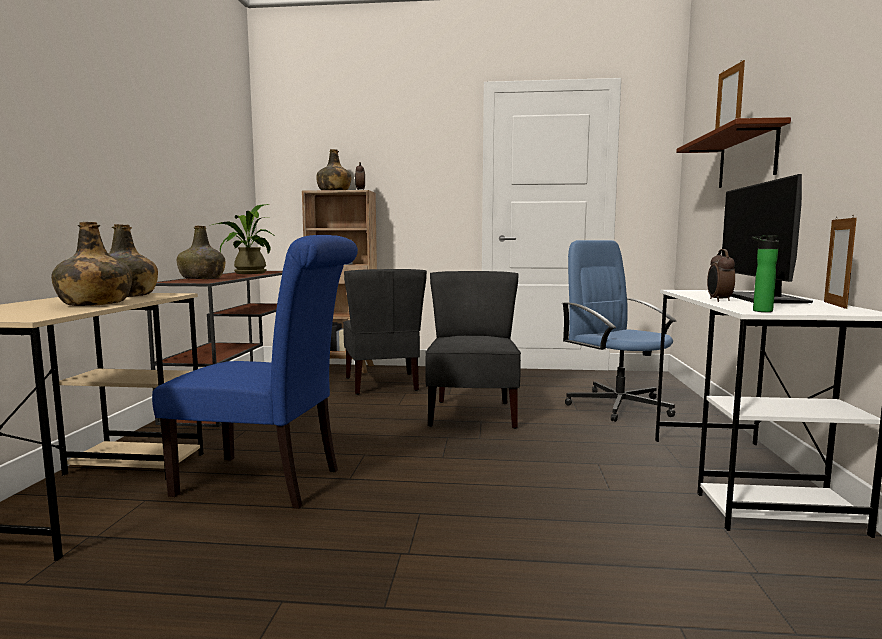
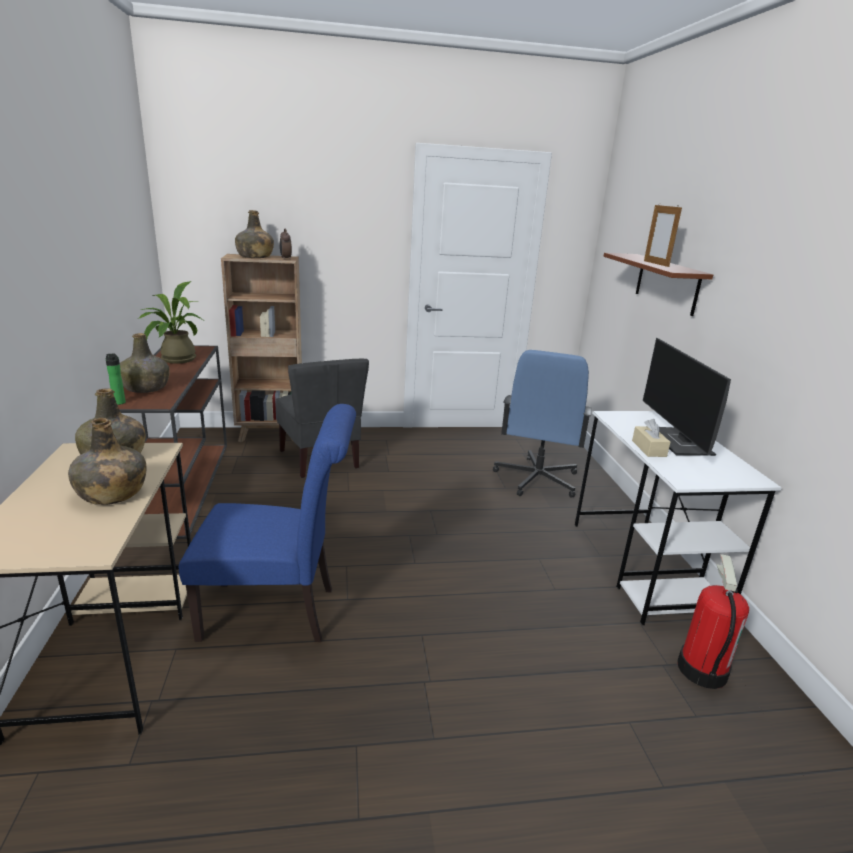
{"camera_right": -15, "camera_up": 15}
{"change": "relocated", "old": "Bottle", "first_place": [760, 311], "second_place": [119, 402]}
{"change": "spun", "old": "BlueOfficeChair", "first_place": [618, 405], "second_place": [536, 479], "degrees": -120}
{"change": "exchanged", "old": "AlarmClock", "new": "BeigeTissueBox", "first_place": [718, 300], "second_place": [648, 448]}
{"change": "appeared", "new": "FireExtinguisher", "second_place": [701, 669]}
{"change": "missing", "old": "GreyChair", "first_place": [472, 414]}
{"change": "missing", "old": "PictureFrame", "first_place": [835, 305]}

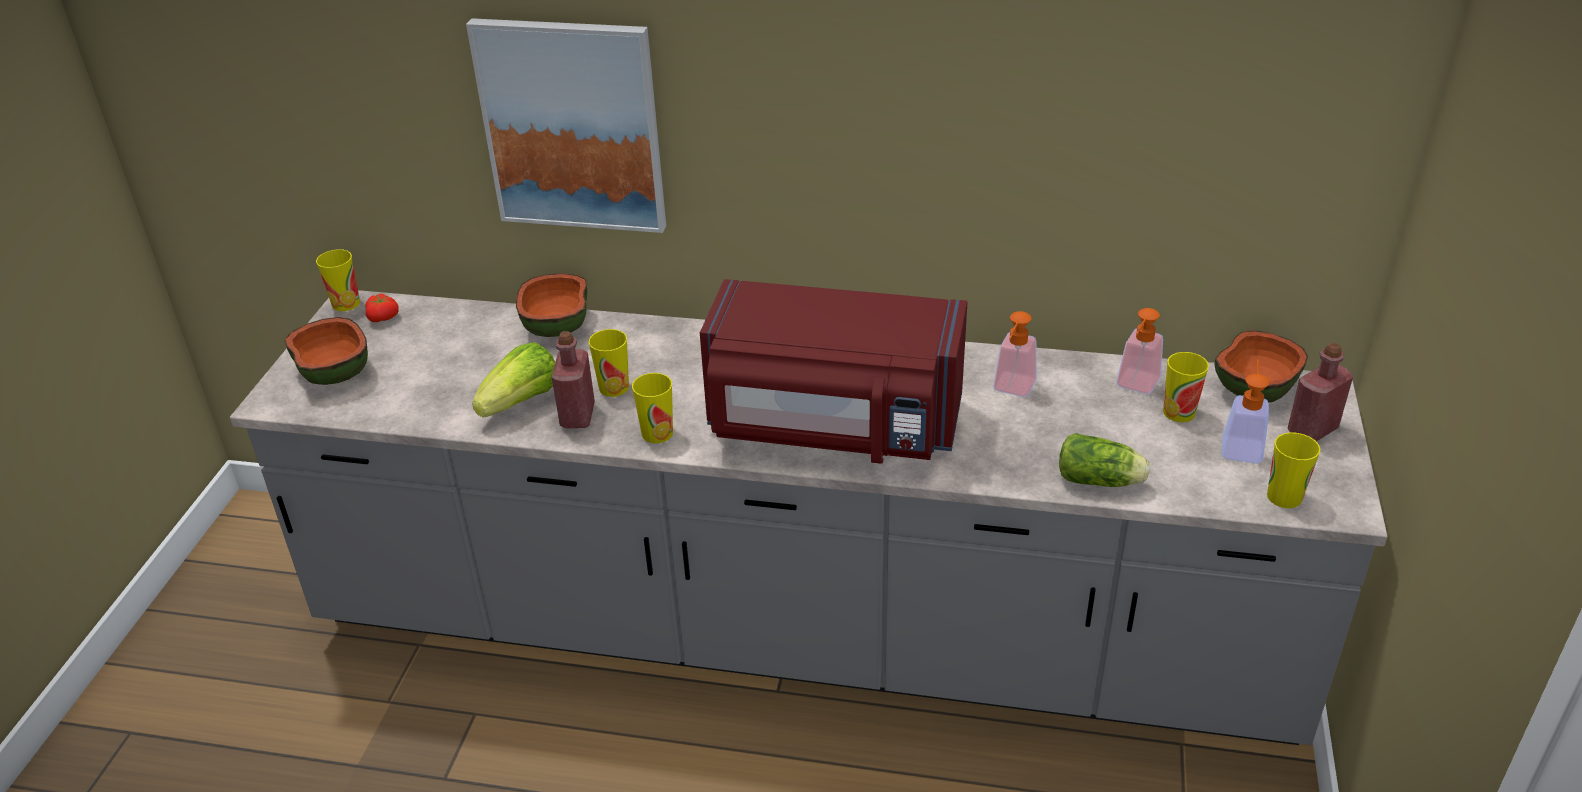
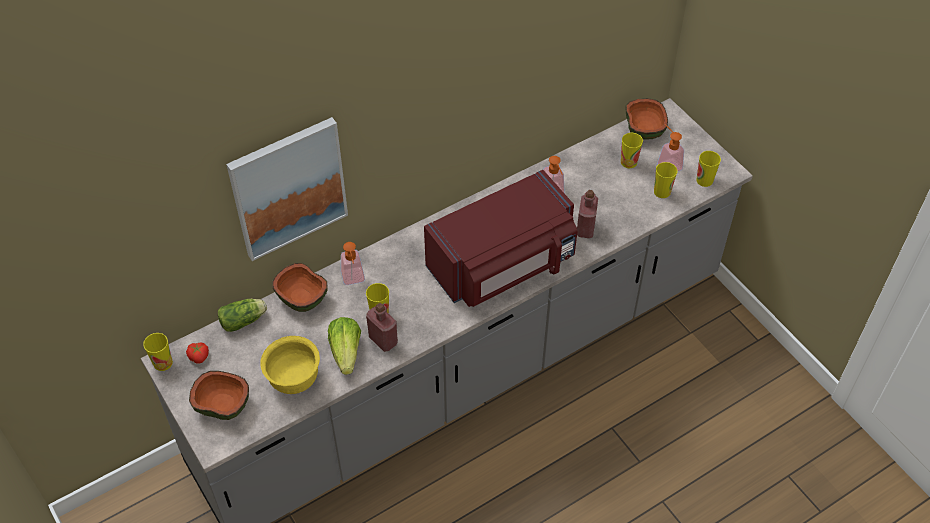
{"camera_right": -45, "camera_up": 15}
{"change": "relocated", "old": "Lettuce", "first_place": [1101, 481], "second_place": [245, 320]}
{"change": "appeared", "new": "YellowBowl", "second_place": [294, 379]}
{"change": "relocated", "old": "SoapDispenser", "first_place": [1135, 386], "second_place": [354, 280]}
{"change": "relocated", "old": "RedBottle", "first_place": [1312, 430], "second_place": [585, 228]}
{"change": "relocated", "old": "Cup", "first_place": [657, 433], "second_place": [662, 192]}

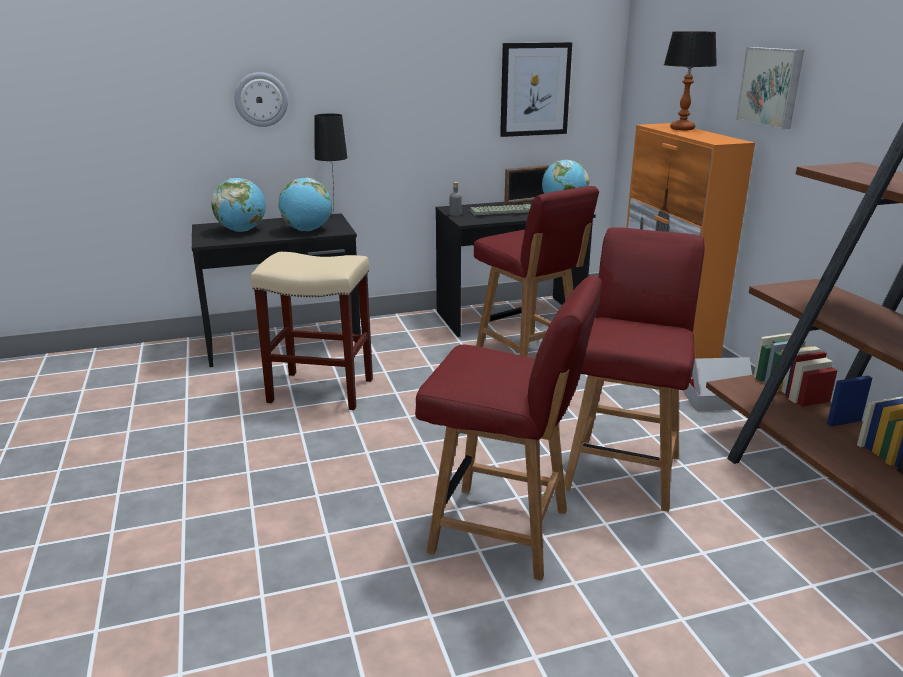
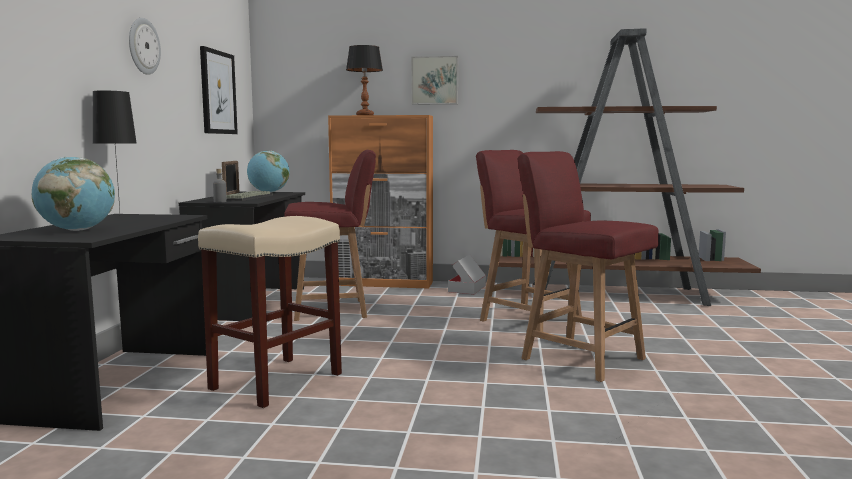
{"camera_right": -65, "camera_up": -15}
{"change": "relocated", "old": "WallClock", "first_place": [261, 99], "second_place": [143, 46]}
{"change": "spun", "old": "RedChair", "first_place": [503, 532], "second_place": [580, 358], "degrees": -90}
{"change": "missing", "old": "Globe", "first_place": [307, 230]}

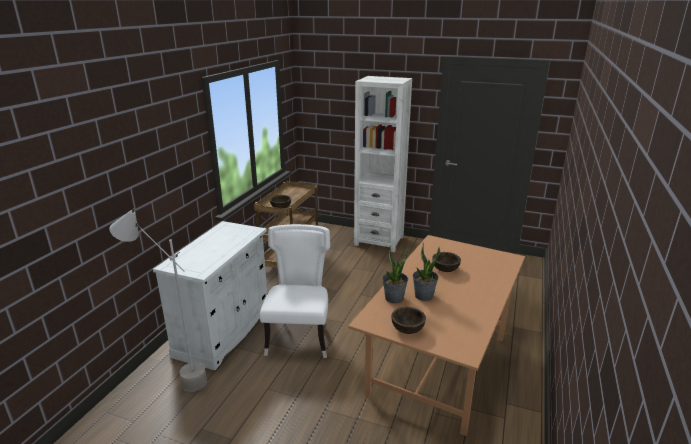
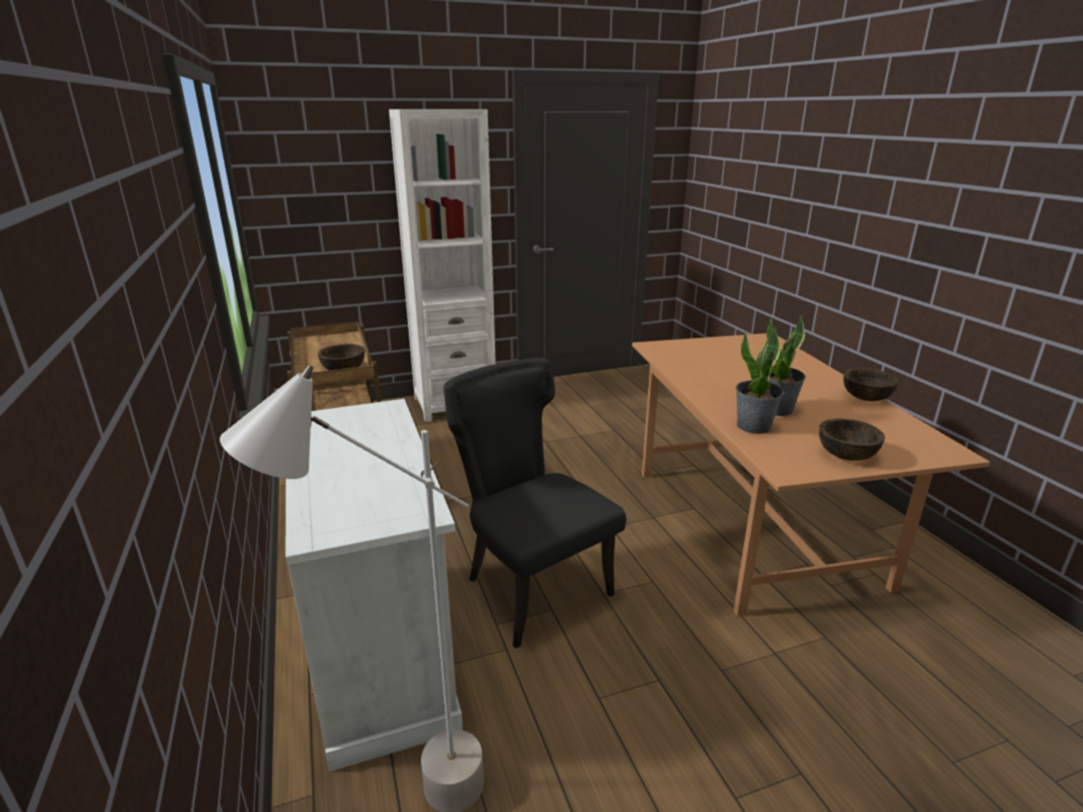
{"camera_right": -40, "camera_up": 0}
{"change": "colour", "old": "WhiteChair", "new": "BlackChair", "first_place": [300, 337], "second_place": [532, 587]}
{"change": "relocated", "old": "BrownBowl", "first_place": [445, 269], "second_place": [865, 398]}

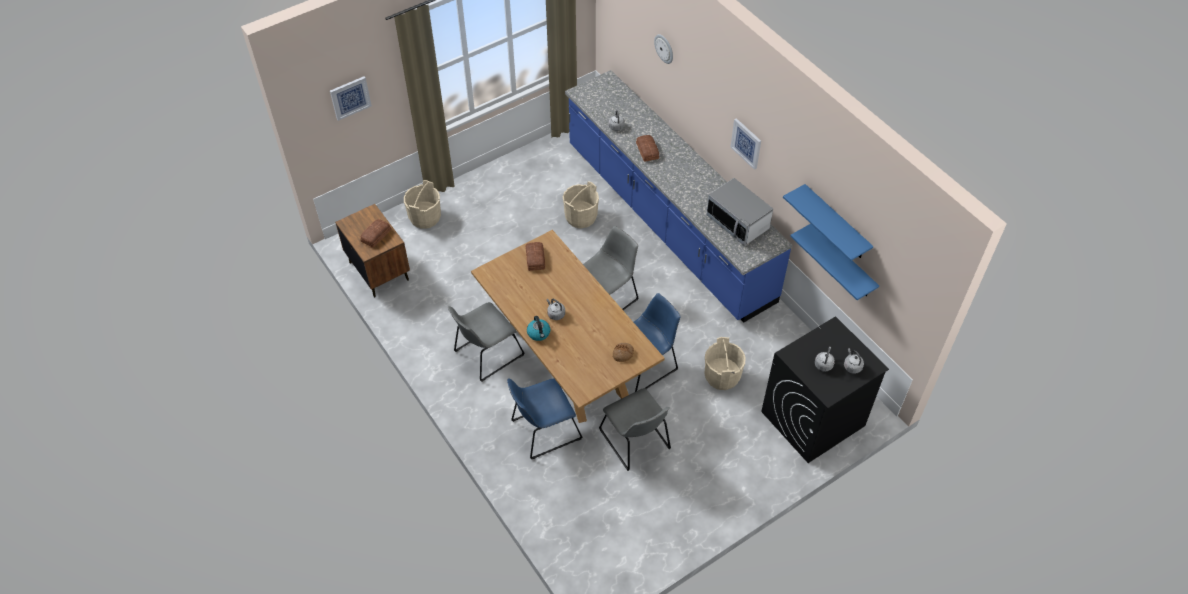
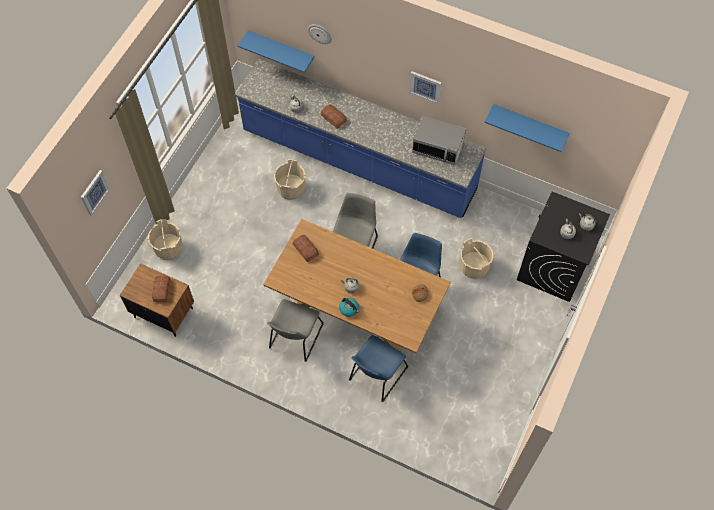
{"camera_right": -30, "camera_up": 10}
{"change": "relocated", "old": "BlueShelf", "first_place": [842, 262], "second_place": [281, 49]}
{"change": "missing", "old": "GreyChair", "first_place": [636, 441]}

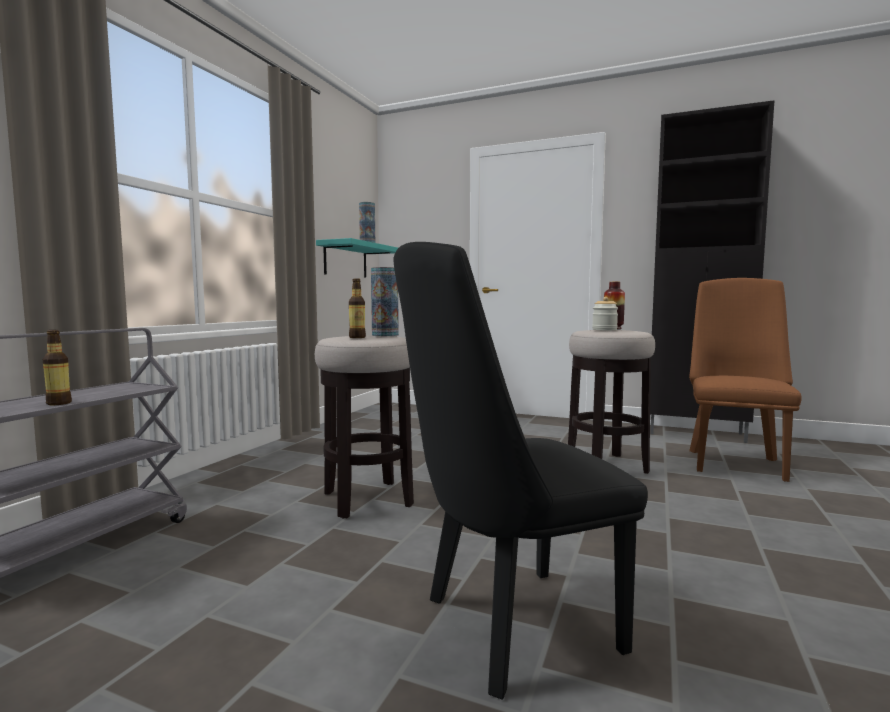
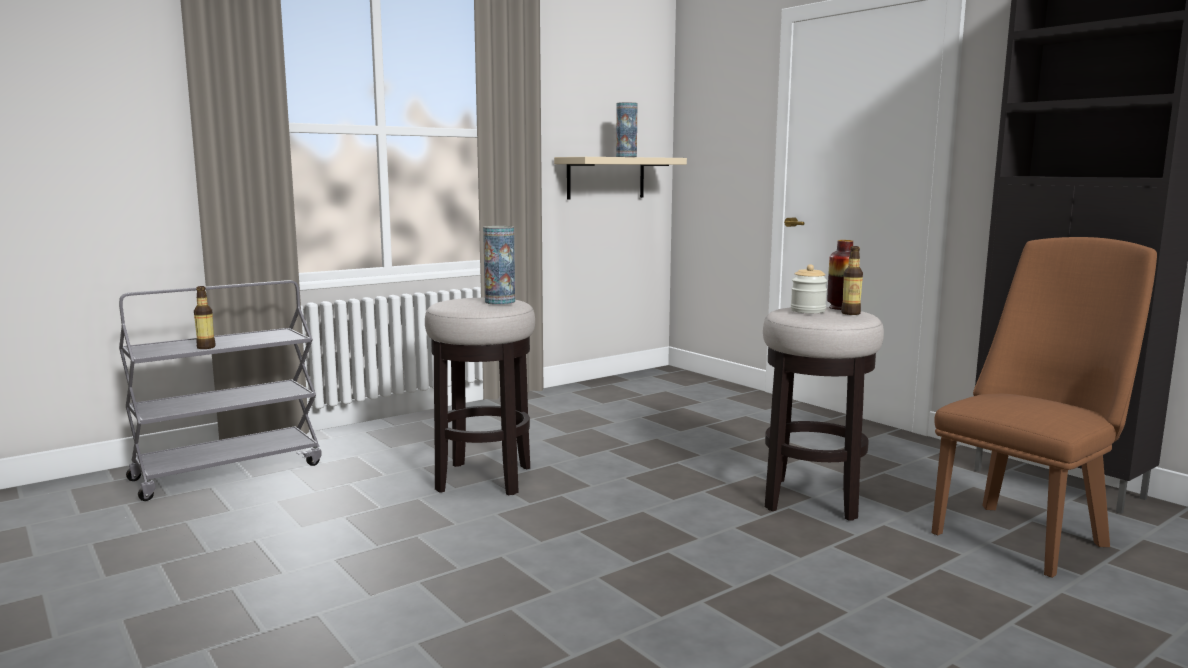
{"camera_right": 30, "camera_up": 5}
{"change": "colour", "old": "TurquoiseShelf", "new": "BeigeShelf", "first_place": [345, 260], "second_place": [606, 178]}
{"change": "relocated", "old": "Bottle", "first_place": [357, 337], "second_place": [850, 313]}
{"change": "missing", "old": "BlackChair", "first_place": [506, 628]}

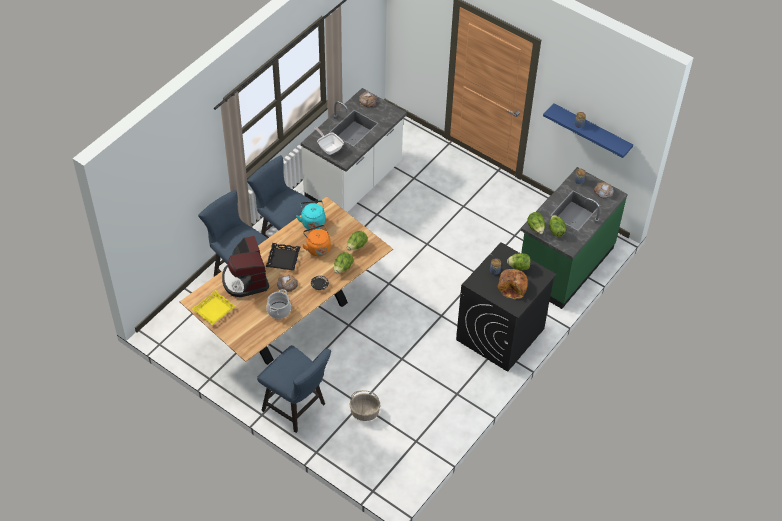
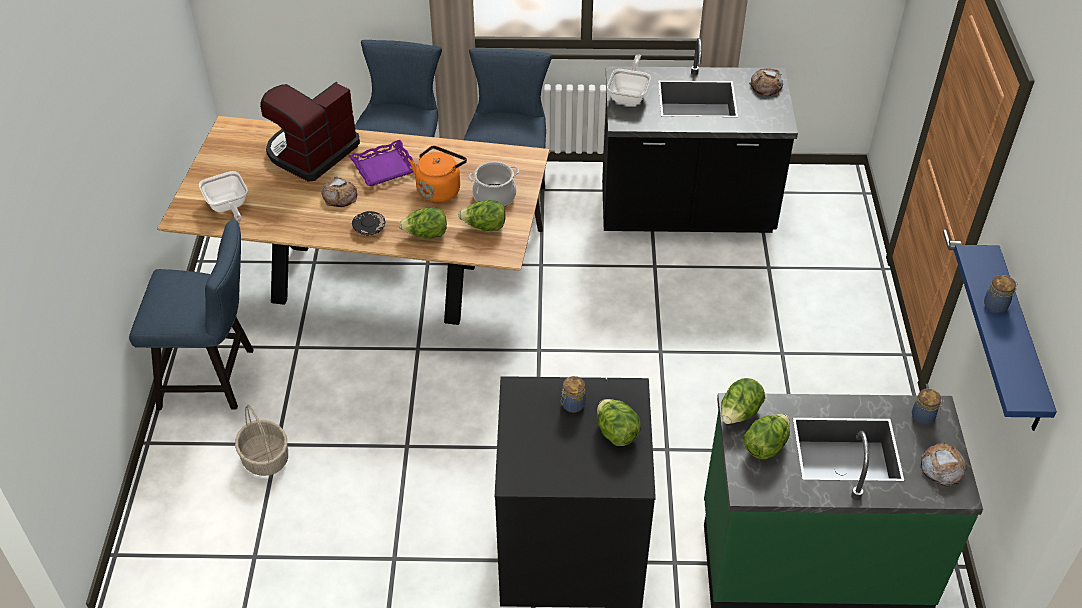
{"camera_right": 55, "camera_up": -5}
{"change": "spun", "old": "BlueChair", "first_place": [297, 409], "second_place": [215, 378], "degrees": -90}
{"change": "appeared", "new": "FryingPan", "second_place": [228, 207]}
{"change": "colour", "old": "BlackTray", "new": "PurpleTray", "first_place": [283, 259], "second_place": [384, 167]}
{"change": "relocated", "old": "CookingPot", "first_place": [279, 310], "second_place": [494, 197]}
{"change": "colour", "old": "WhiteCounter", "new": "BlackCounter", "first_place": [354, 182], "second_place": [686, 212]}
{"change": "missing", "old": "YellowTray", "first_place": [214, 310]}
{"change": "missing", "old": "TurquoiseKettle", "first_place": [312, 222]}
{"change": "missing", "old": "Bread", "first_place": [513, 287]}

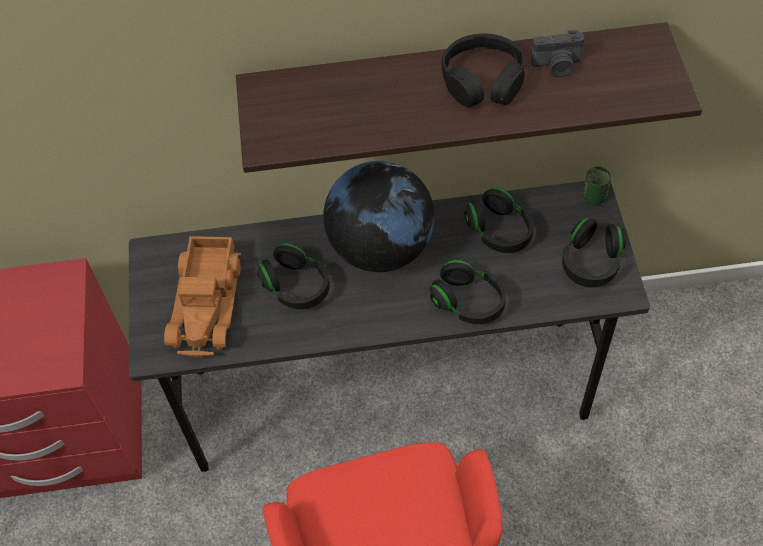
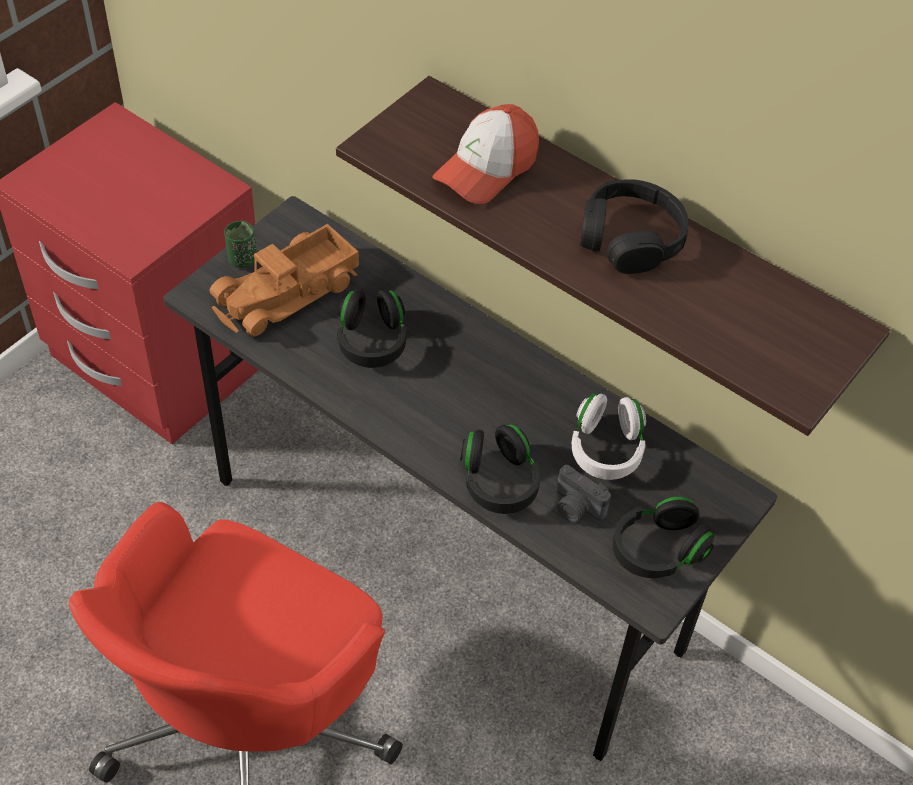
{"camera_right": 40, "camera_up": -5}
{"change": "relocated", "old": "GreenCup", "first_place": [594, 197], "second_place": [242, 260]}
{"change": "appeared", "new": "Cap", "second_place": [486, 168]}
{"change": "relocated", "old": "PhotoCamera", "first_place": [557, 66], "second_place": [576, 507]}
{"change": "colour", "old": "BlackHeadphones", "new": "WhiteHeadphones", "first_place": [499, 231], "second_place": [606, 449]}
{"change": "missing", "old": "Globe", "first_place": [381, 247]}

